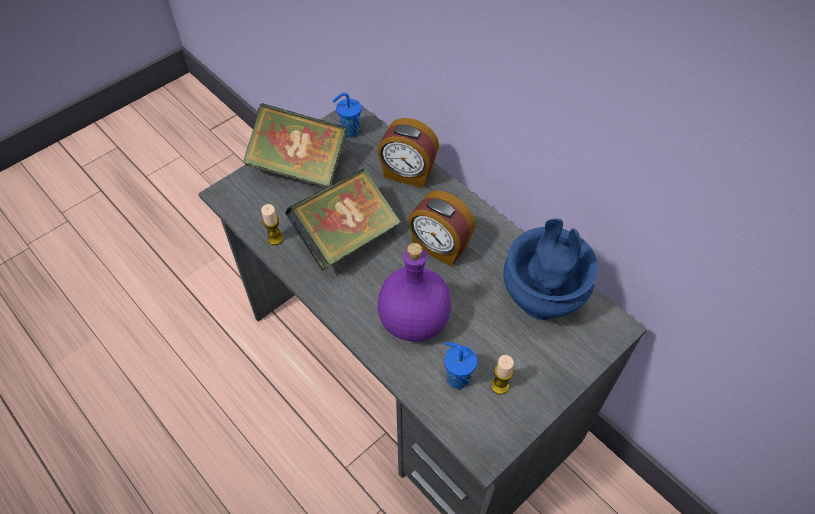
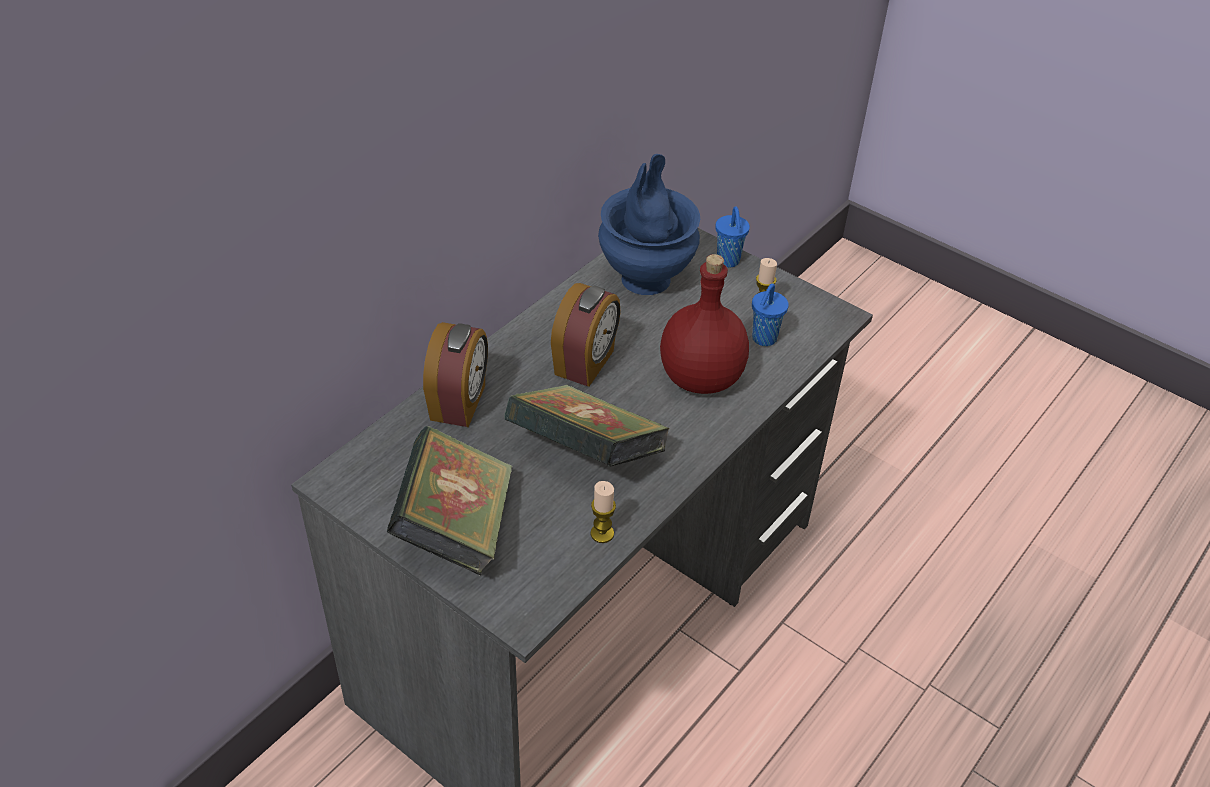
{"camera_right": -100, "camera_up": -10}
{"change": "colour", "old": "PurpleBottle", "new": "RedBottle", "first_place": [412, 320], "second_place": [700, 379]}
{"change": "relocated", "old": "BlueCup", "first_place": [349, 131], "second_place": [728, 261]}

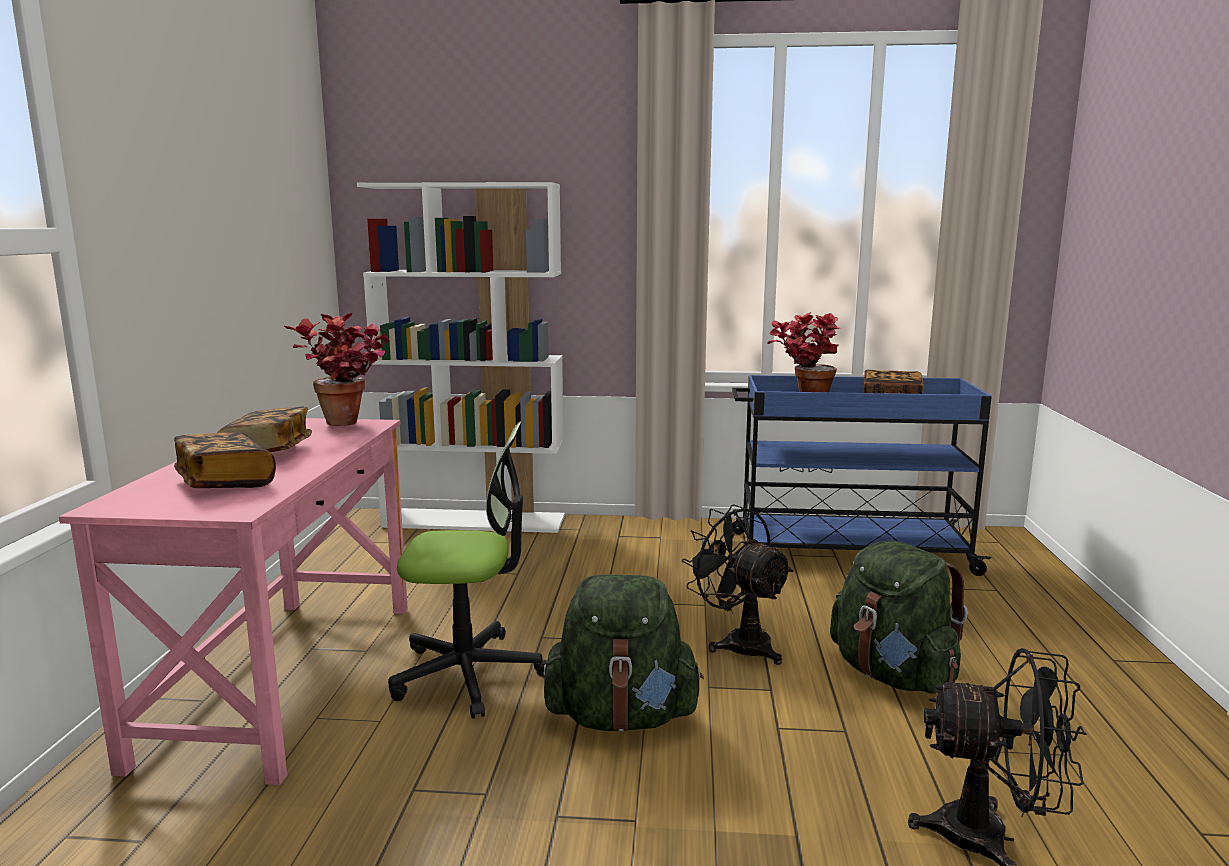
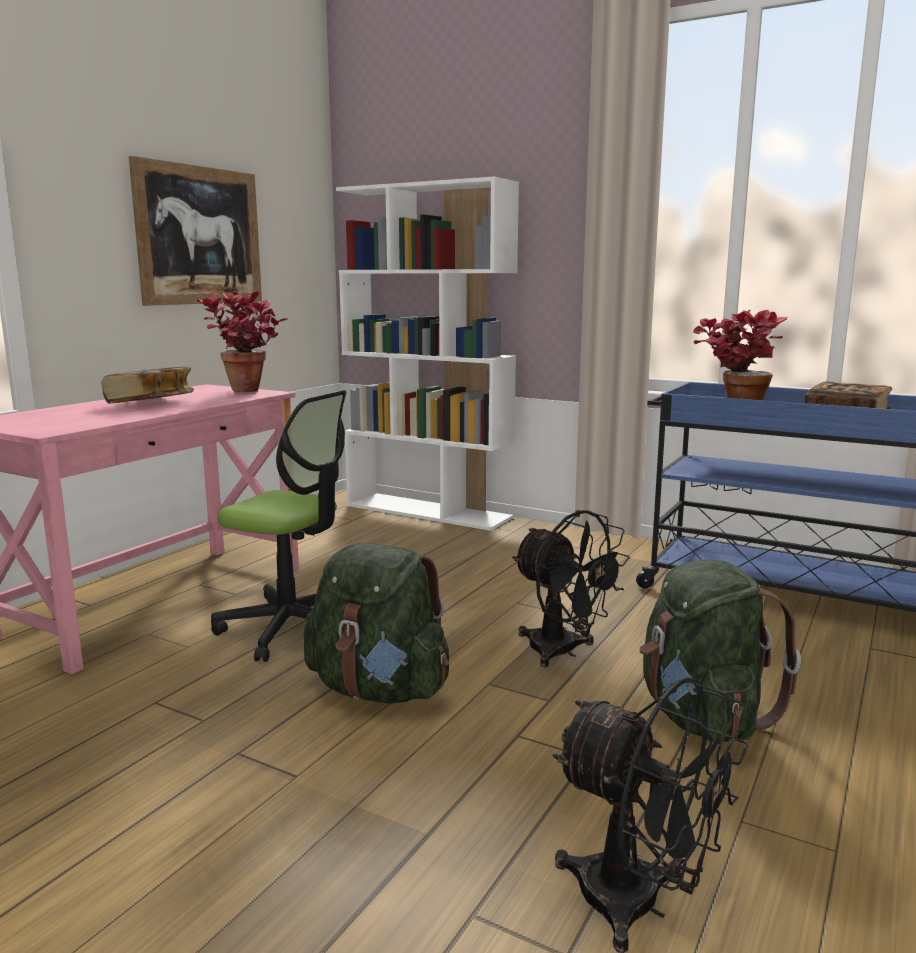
{"camera_right": 25, "camera_up": 0}
{"change": "appeared", "new": "Picture", "second_place": [200, 236]}
{"change": "spun", "old": "BlackFan", "first_place": [739, 642], "second_place": [563, 652], "degrees": 150}
{"change": "missing", "old": "Book", "first_place": [225, 482]}

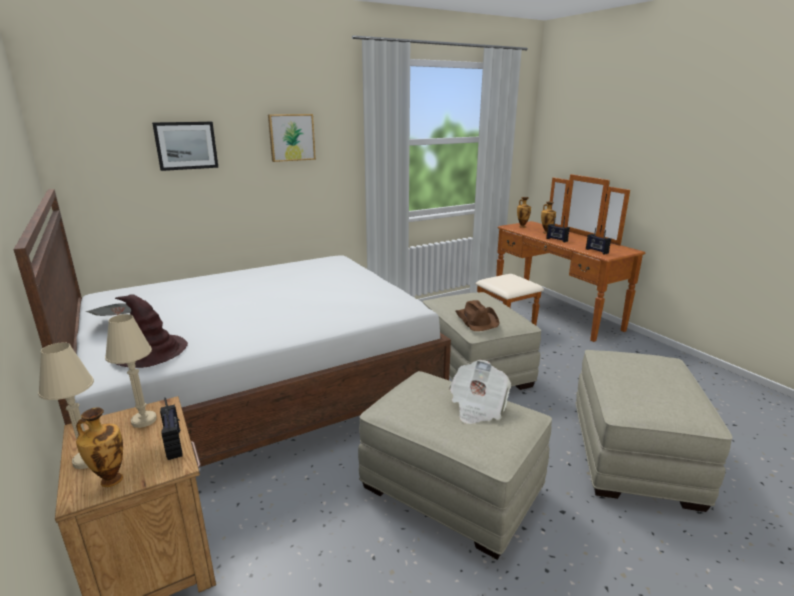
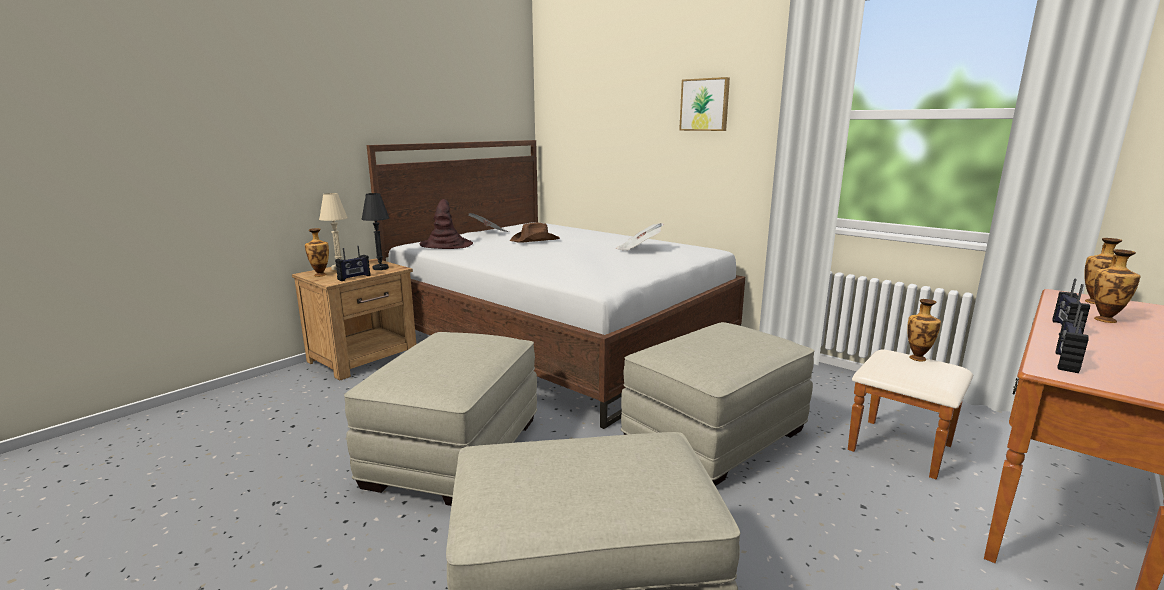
{"camera_right": 70, "camera_up": -5}
{"change": "colour", "old": "BeigeTableLamp", "new": "BlackTableLamp", "first_place": [144, 420], "second_place": [380, 268]}
{"change": "relocated", "old": "BrownHat", "first_place": [477, 320], "second_place": [535, 240]}
{"change": "relocated", "old": "Newspaper", "first_place": [477, 406], "second_place": [639, 249]}
{"change": "appeared", "new": "Vase", "second_place": [917, 358]}
{"change": "missing", "old": "Picture", "first_place": [186, 145]}

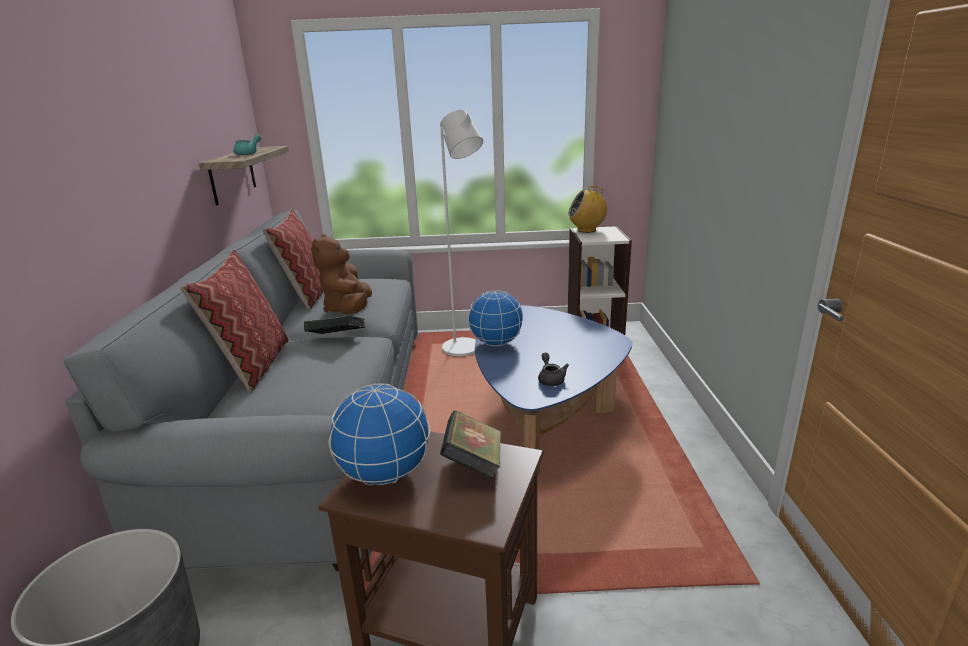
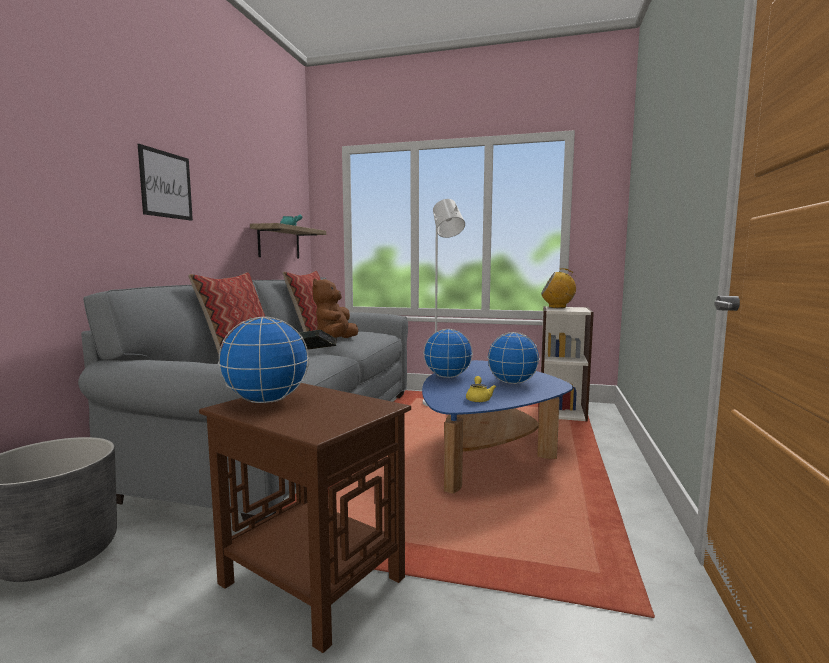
{"camera_right": 15, "camera_up": -15}
{"change": "appeared", "new": "Picture", "second_place": [166, 185]}
{"change": "colour", "old": "GreyTeapot", "new": "YellowTeapot", "first_place": [550, 379], "second_place": [478, 399]}
{"change": "appeared", "new": "Globe", "second_place": [512, 383]}
{"change": "missing", "old": "Book", "first_place": [473, 464]}

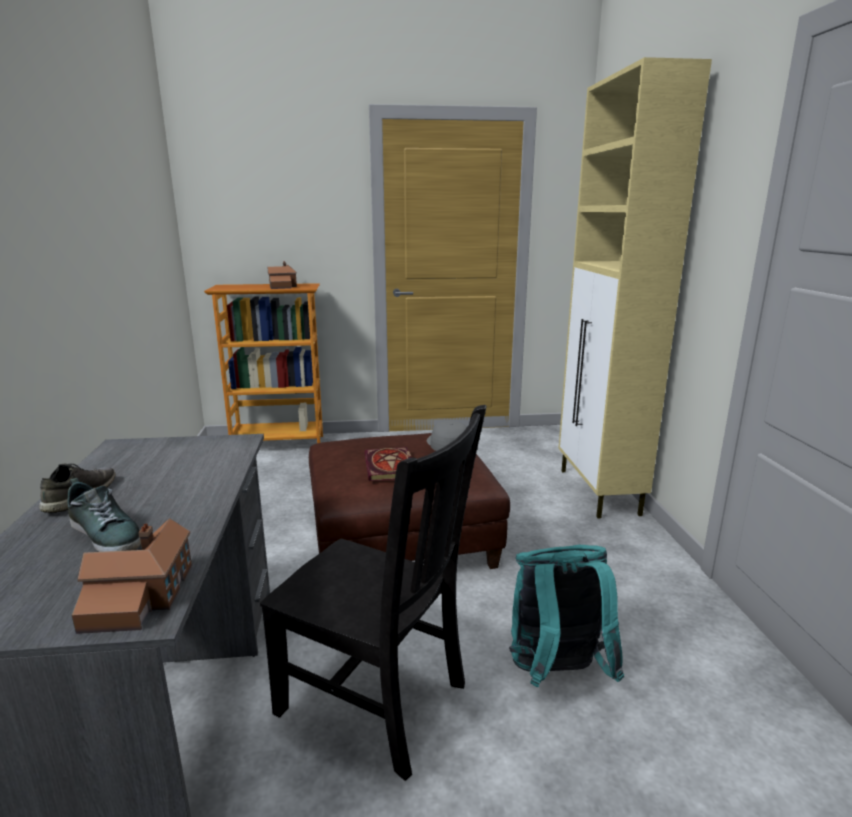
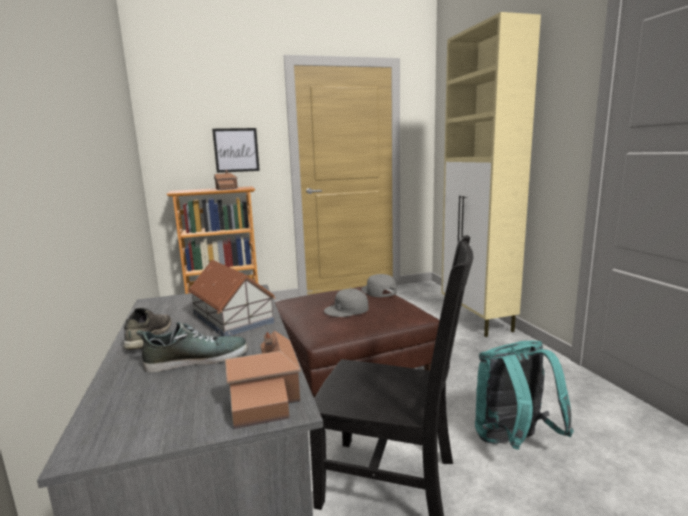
{"camera_right": -10, "camera_up": -5}
{"change": "spun", "old": "Shoe", "first_place": [107, 534], "second_place": [197, 359], "degrees": -45}
{"change": "appeared", "new": "ToyHouse", "second_place": [232, 318]}
{"change": "appeared", "new": "Picture", "second_place": [236, 150]}
{"change": "exchanged", "old": "Book", "new": "GreyCap", "first_place": [390, 467], "second_place": [347, 310]}

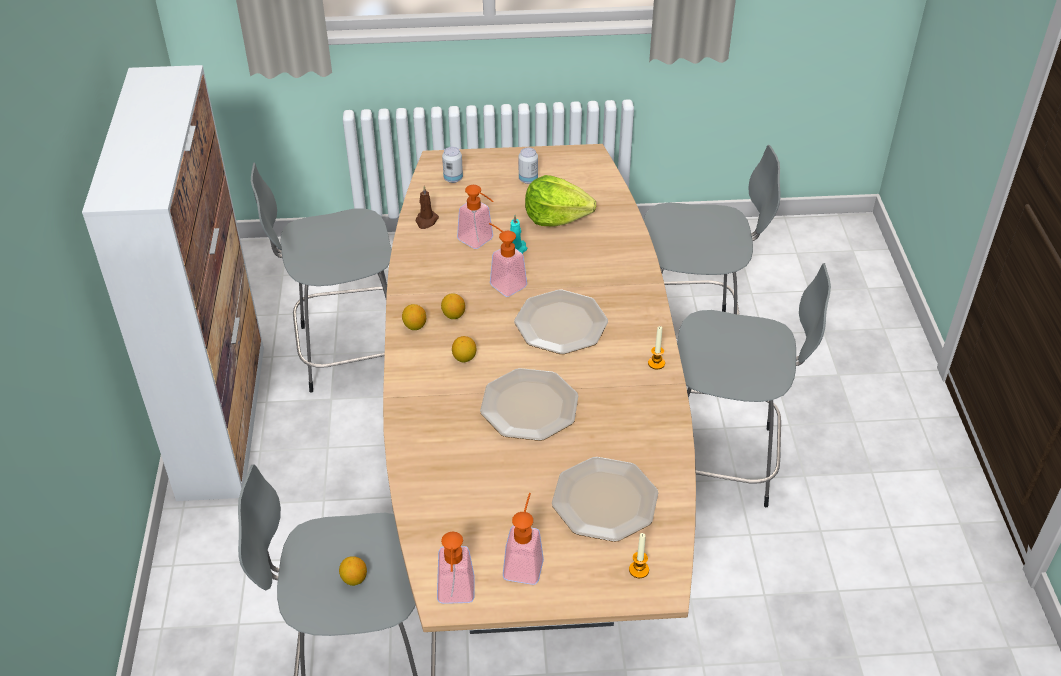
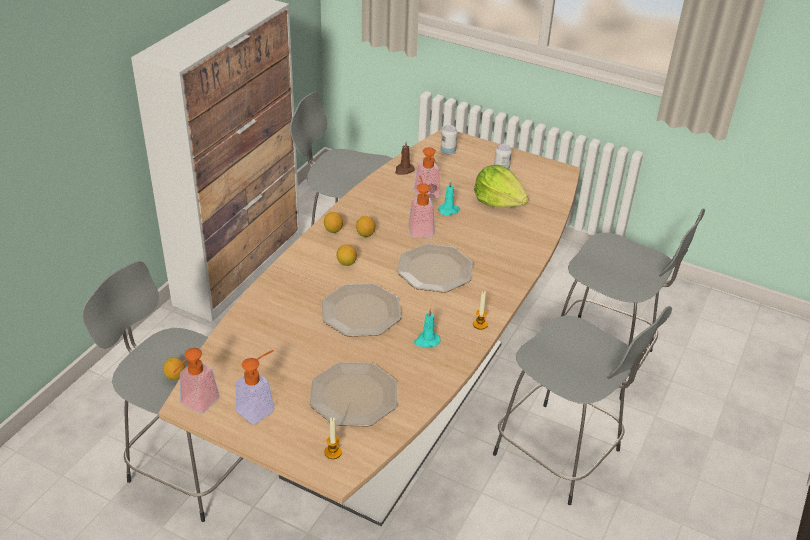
{"camera_right": 30, "camera_up": -5}
{"change": "appeared", "new": "TurquoiseCandle", "second_place": [426, 341]}

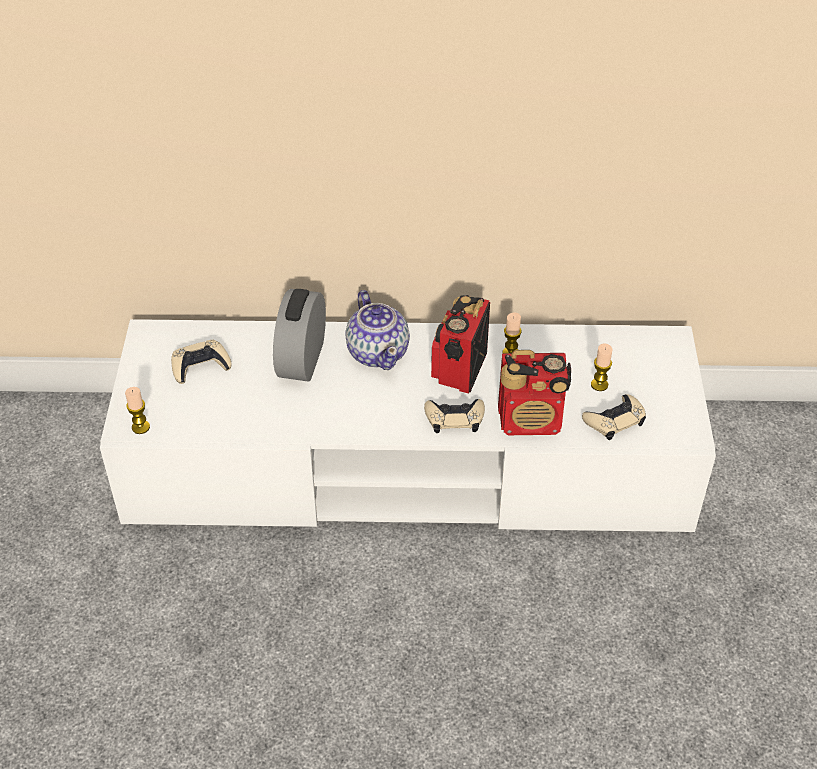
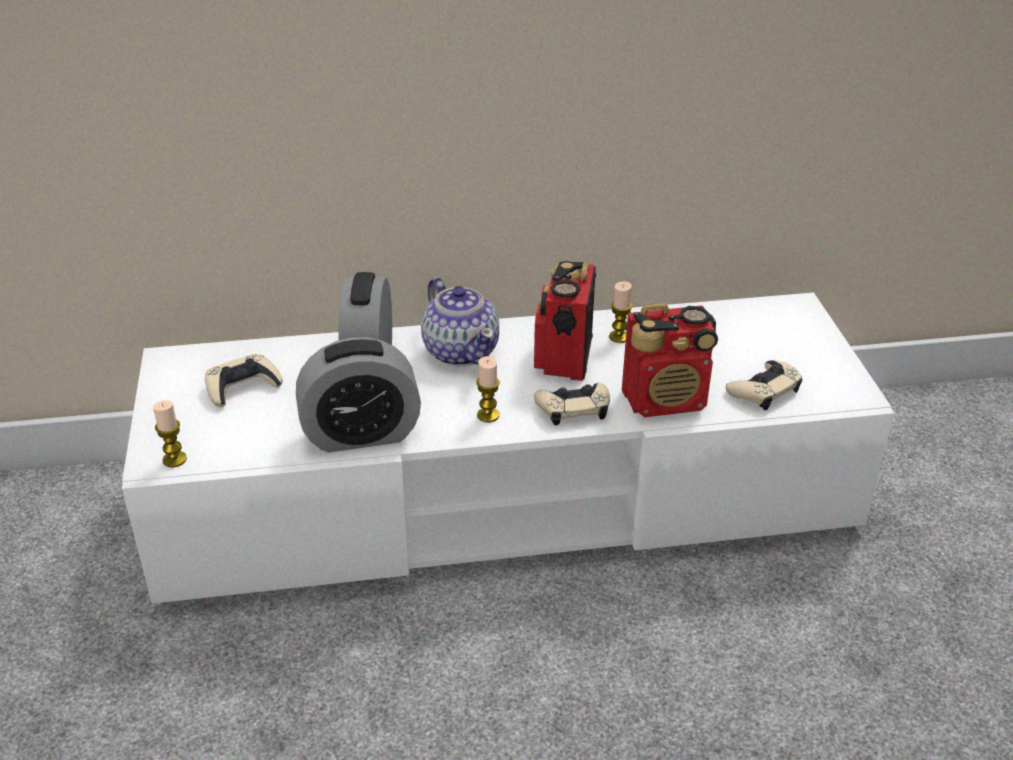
{"camera_right": -10, "camera_up": -10}
{"change": "appeared", "new": "AlarmClock", "second_place": [361, 434]}
{"change": "relocated", "old": "Candle", "first_place": [599, 385], "second_place": [488, 415]}

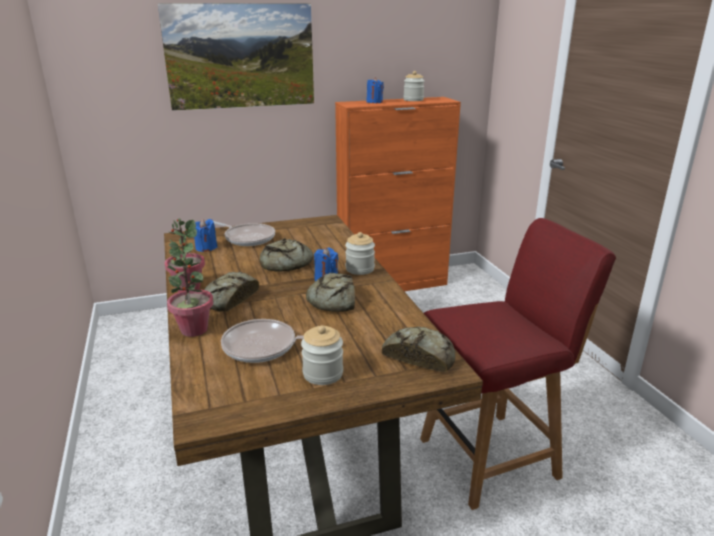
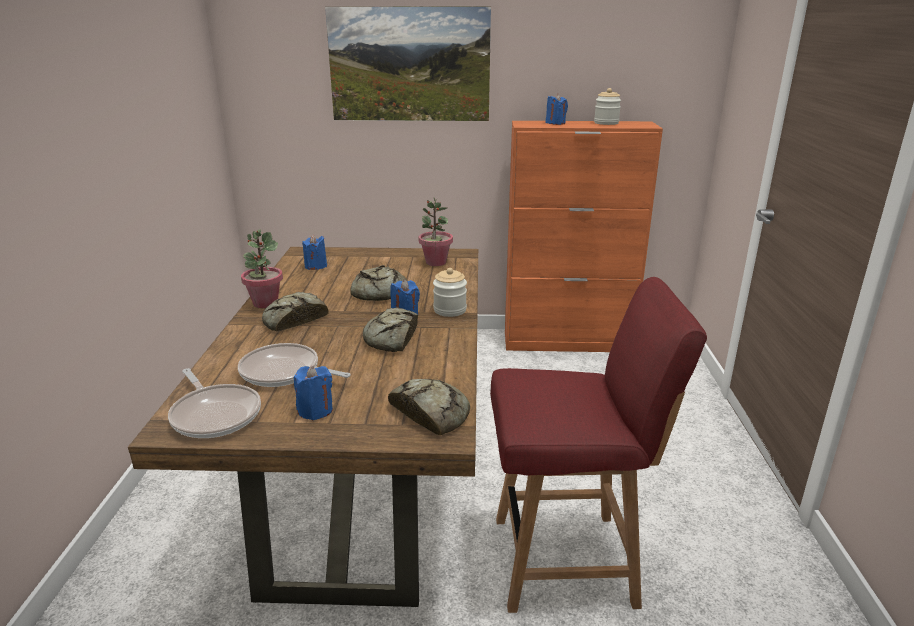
{"camera_right": 20, "camera_up": 0}
{"change": "relocated", "old": "FryingPan", "first_place": [247, 238], "second_place": [215, 414]}
{"change": "exchanged", "old": "Jar", "new": "BlueCandle", "first_place": [323, 374], "second_place": [315, 410]}
{"change": "relocated", "old": "PottedPlant", "first_place": [194, 330], "second_place": [435, 262]}

